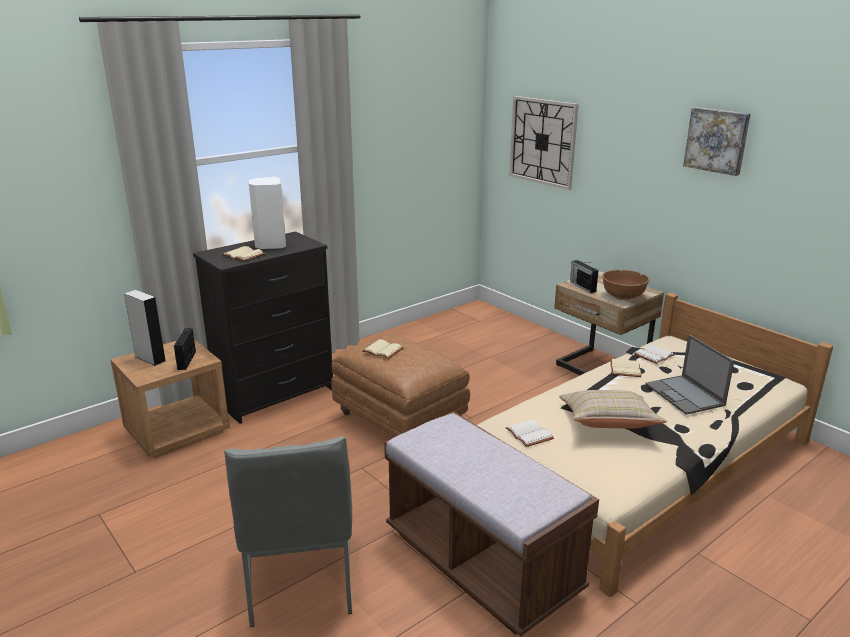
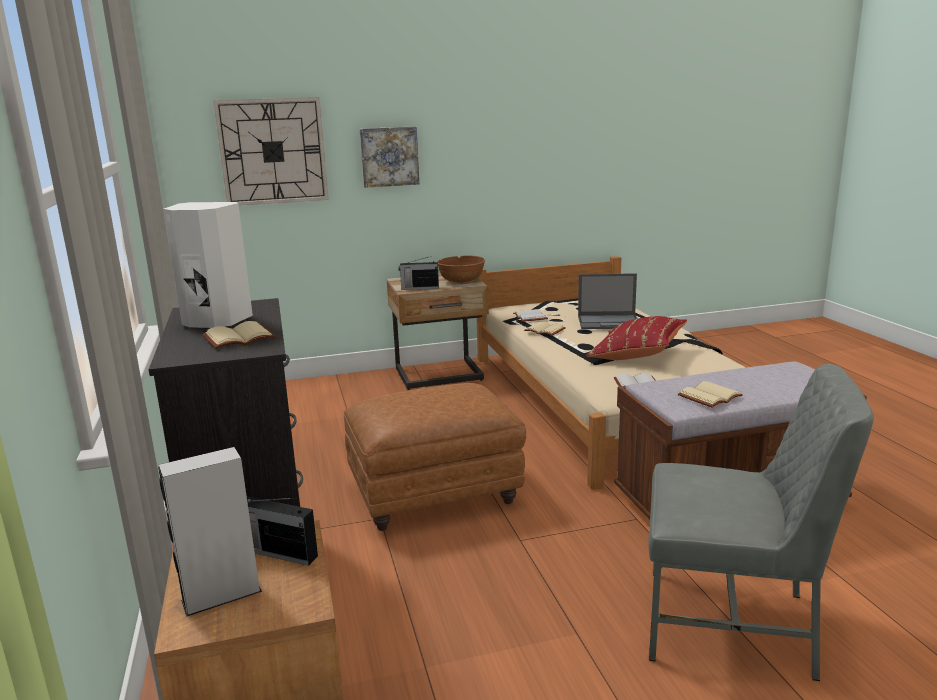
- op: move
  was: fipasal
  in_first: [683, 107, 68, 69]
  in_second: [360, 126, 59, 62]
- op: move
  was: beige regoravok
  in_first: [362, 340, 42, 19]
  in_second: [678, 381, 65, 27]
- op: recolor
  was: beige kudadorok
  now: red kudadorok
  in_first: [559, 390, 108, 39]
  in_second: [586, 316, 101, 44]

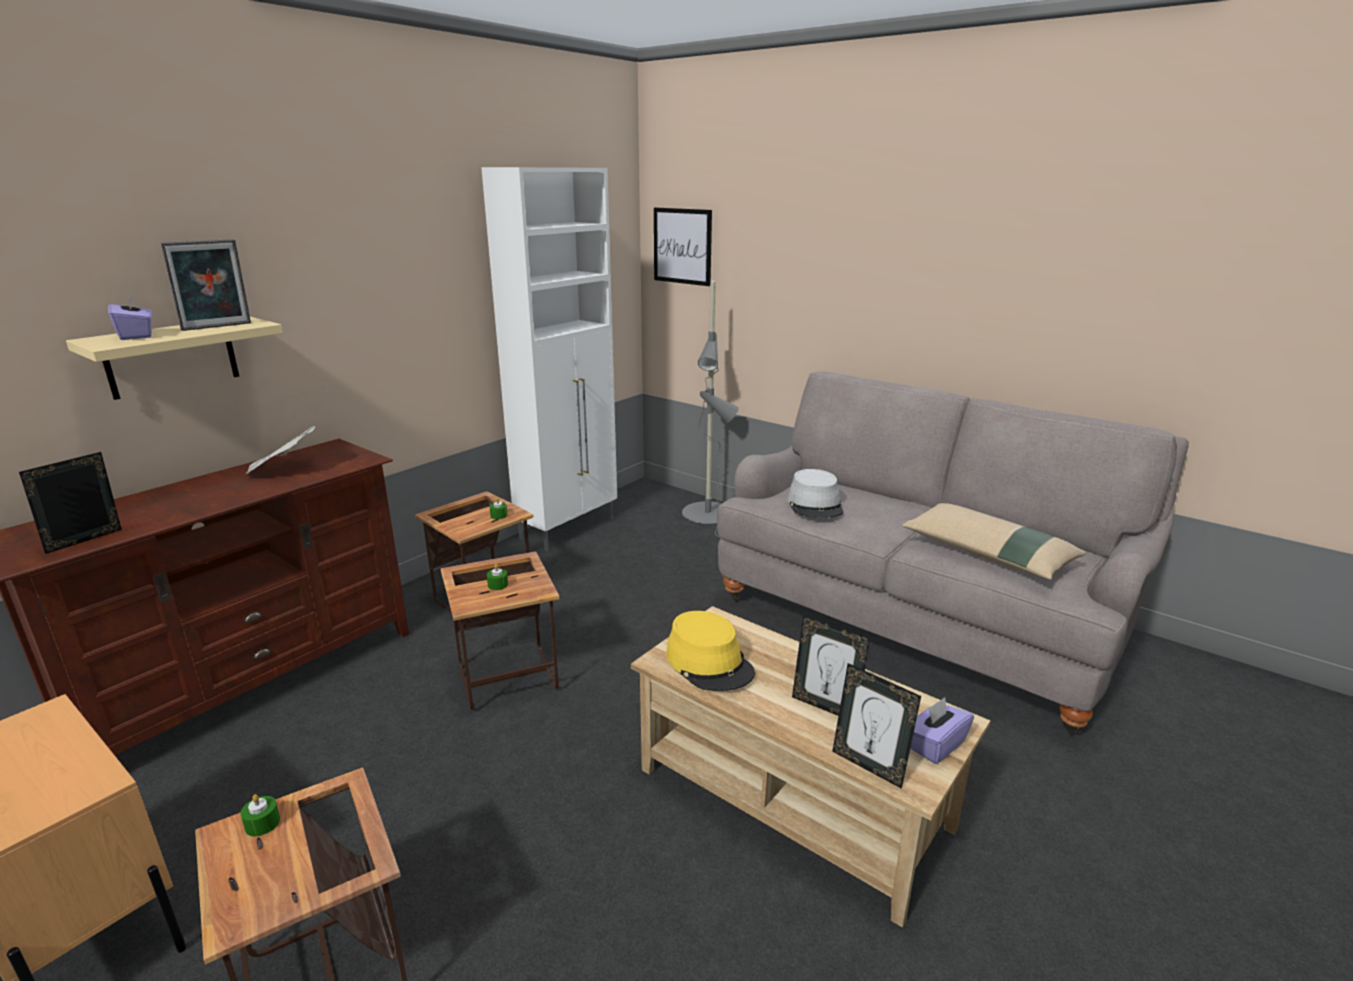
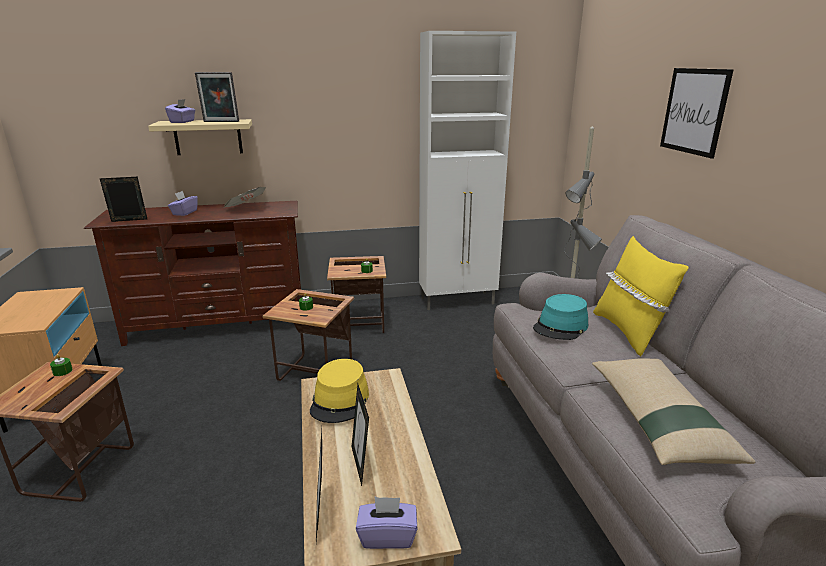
- op: move
  was: fipasal
  in_first: [654, 208, 58, 78]
  in_second: [660, 68, 74, 91]
- op: recolor
  was: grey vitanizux
  now: turquoise vitanizux
  in_first: [788, 469, 55, 49]
  in_second: [533, 294, 55, 46]
- op: insert
  now: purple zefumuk
  in_second: [168, 191, 30, 25]
- op: insert
  now: yellow kudadorok
  in_second: [593, 236, 96, 120]

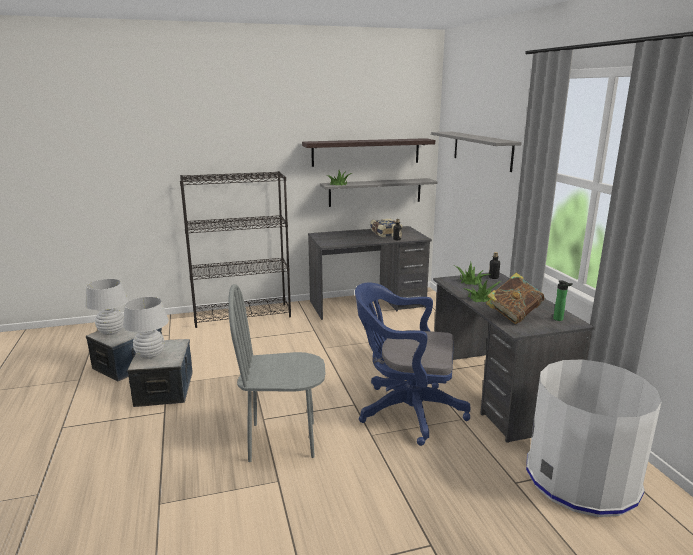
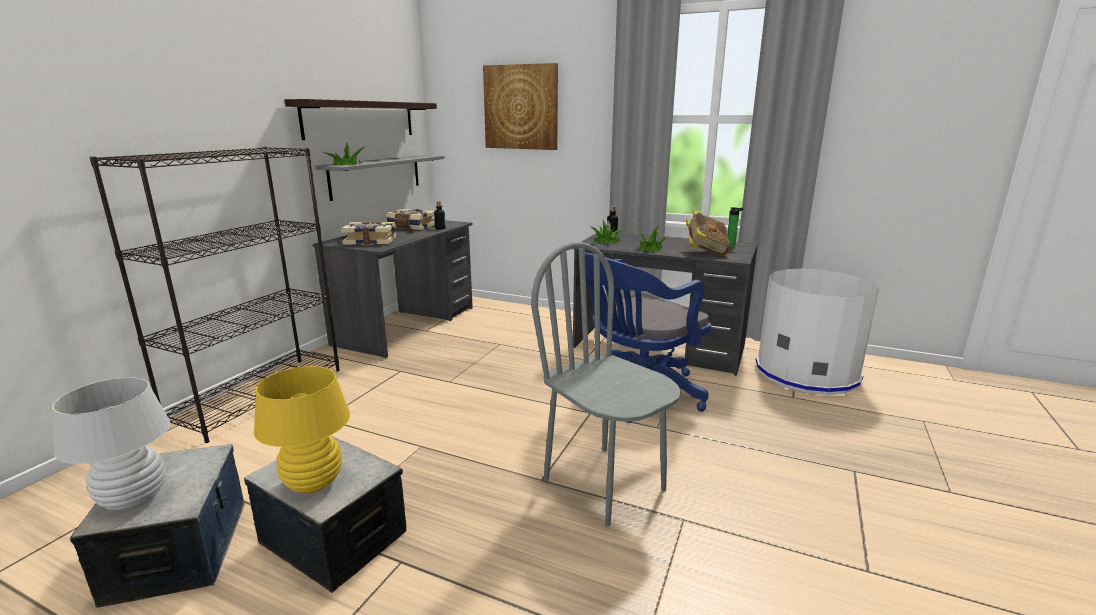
- op: replace
  was: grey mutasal
  now: fipasal
  in_first: [431, 132, 91, 40]
  in_second: [483, 63, 75, 87]
- op: rotate
  was: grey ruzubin
  in_first: [228, 284, 98, 178]
  in_second: [531, 242, 150, 284]
  clockwise: 105
- op: recolor
  was: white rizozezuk
  now: yellow rizozezuk
  in_first: [123, 297, 46, 62]
  in_second: [254, 366, 96, 127]
- op: insert
  now: regoravok
  in_second: [341, 221, 55, 24]

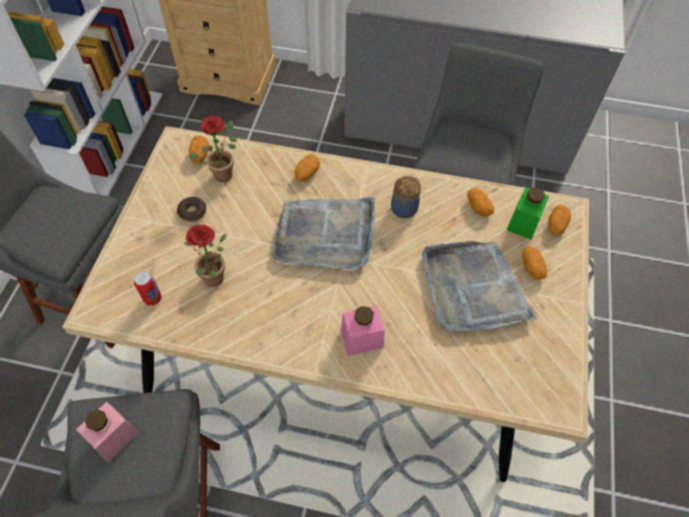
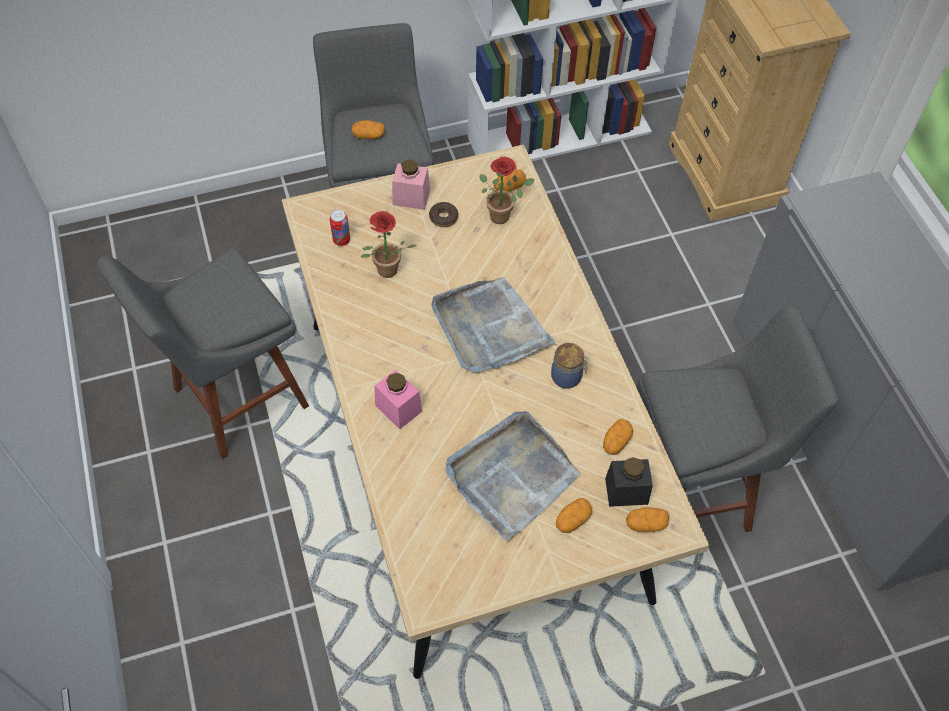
- op: move
  was: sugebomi
  in_first: [294, 154, 26, 28]
  in_second: [351, 120, 34, 19]
- op: recolor
  was: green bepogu
  now: black bepogu
  in_first: [507, 187, 42, 53]
  in_second: [605, 457, 48, 50]
- op: move
  was: pink bepogu
  in_first: [76, 402, 63, 60]
  in_second: [392, 159, 38, 51]

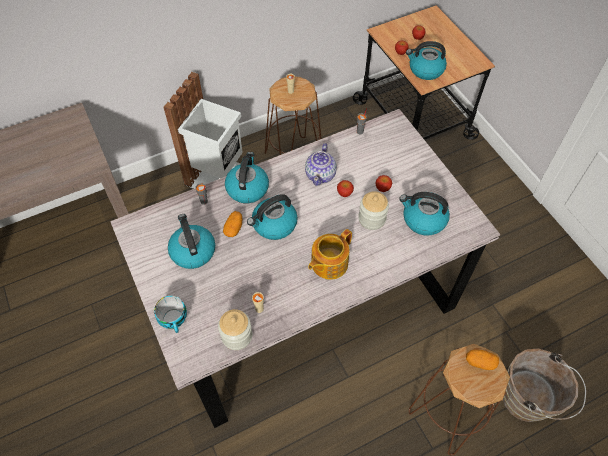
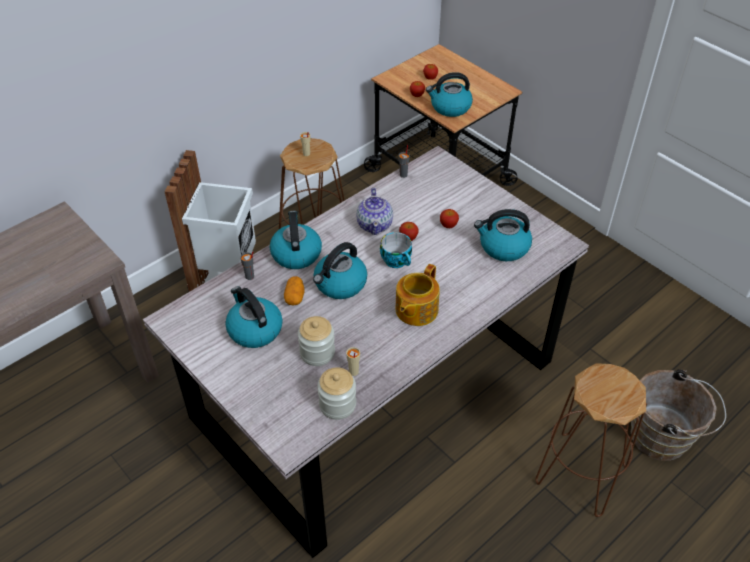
- op: move
  was: bepogu
  in_first: [358, 191, 31, 39]
  in_second: [298, 316, 37, 50]
- op: move
  was: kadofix
  in_first: [154, 296, 33, 37]
  in_second: [380, 232, 32, 36]
- op: delete
  was: sugebomi
  in_first: [466, 350, 33, 20]

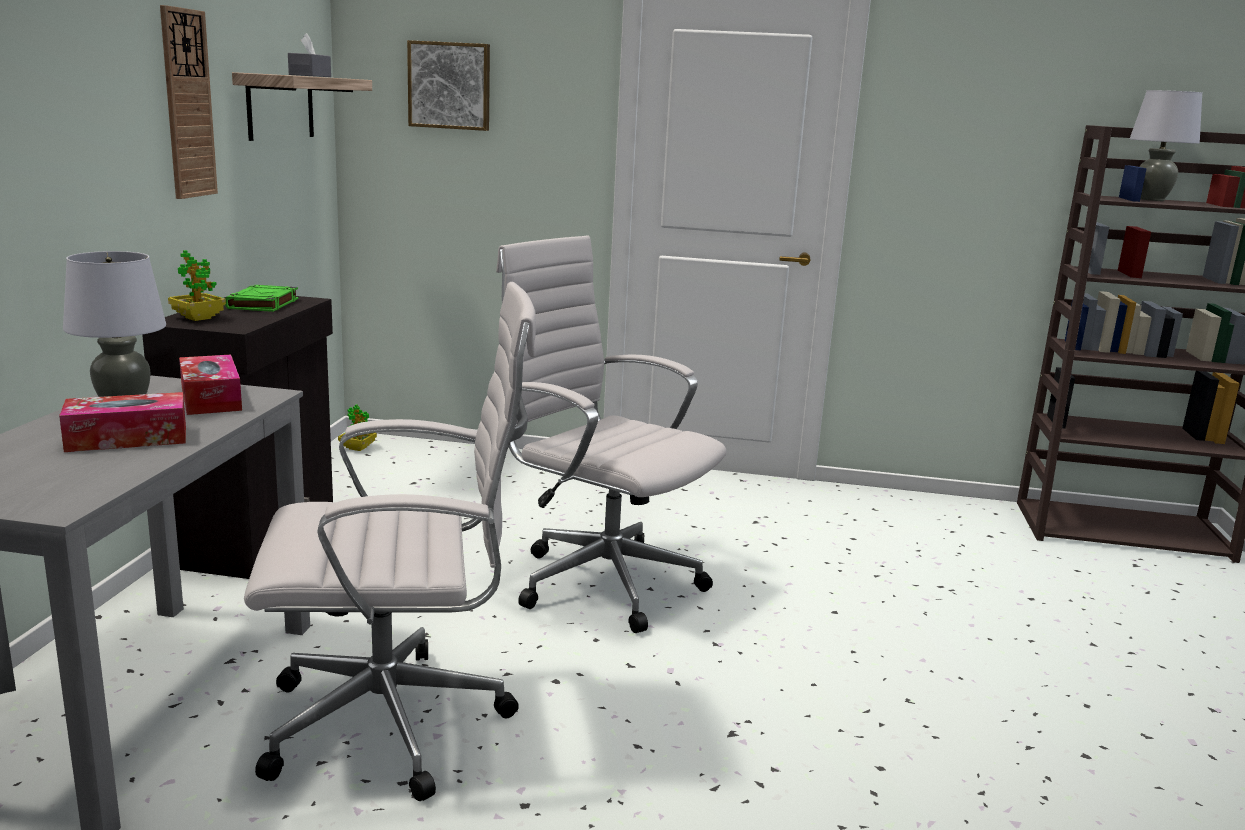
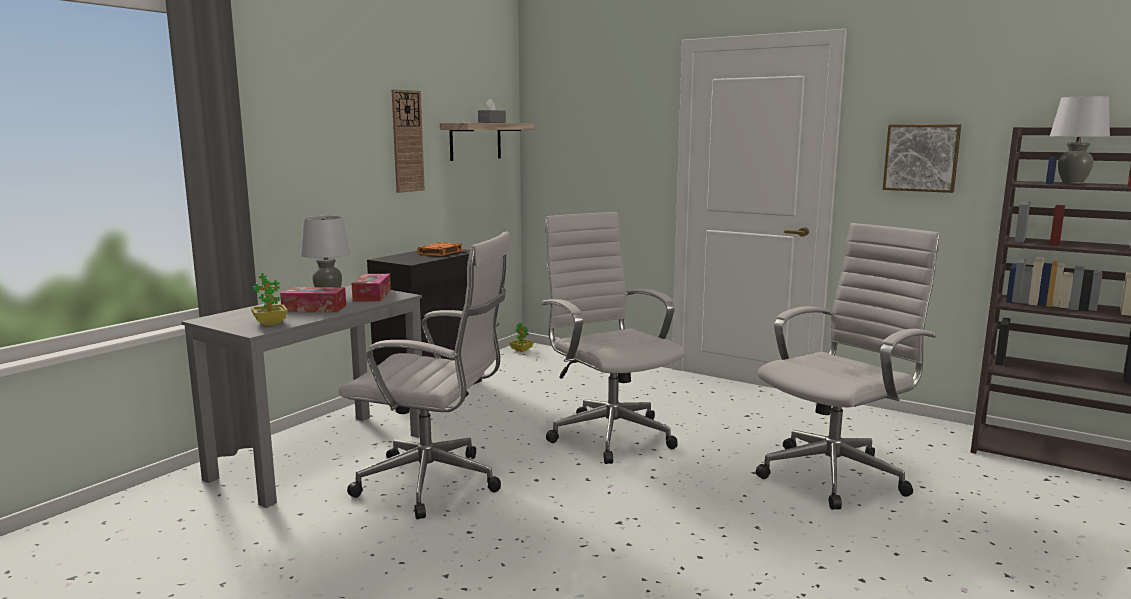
- op: move
  was: fipasal
  in_first: [407, 40, 83, 91]
  in_second: [883, 124, 78, 69]
- op: move
  was: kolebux
  in_first: [168, 250, 58, 71]
  in_second: [251, 273, 37, 53]
- op: recolor
  was: green regoravok
  now: orange regoravok
  in_first: [225, 285, 74, 27]
  in_second: [417, 242, 46, 14]
- op: insert
  now: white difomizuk
  in_second: [756, 223, 184, 287]

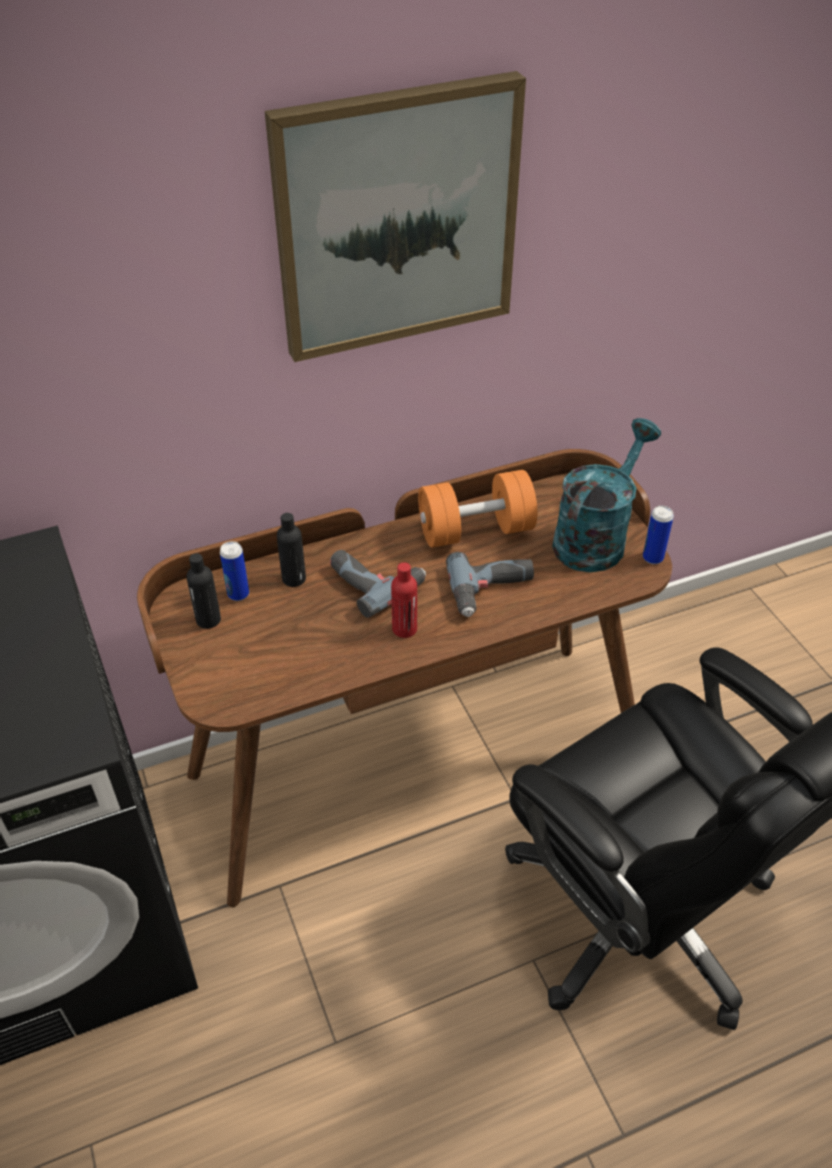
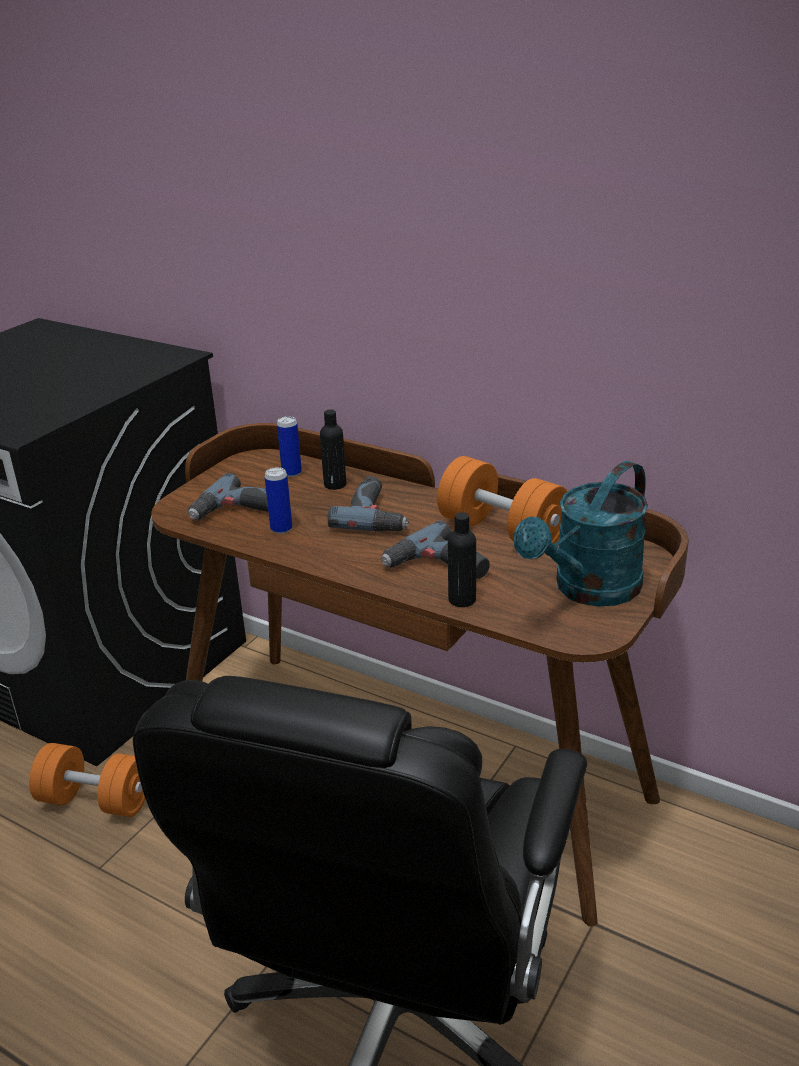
- op: delete
  was: fipasal
  in_first: [265, 71, 261, 291]
- op: rotate
  was: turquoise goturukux
  in_first: [552, 418, 109, 154]
  in_second: [513, 461, 135, 145]
  clockwise: 135
- op: move
  was: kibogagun
  in_first: [643, 506, 31, 58]
  in_second: [264, 467, 28, 67]
- op: move
  was: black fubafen
  in_first: [186, 553, 35, 76]
  in_second: [448, 512, 28, 95]
- op: delete
  was: red fubafen
  in_first: [391, 562, 26, 76]
- op: insert
  now: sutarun
  in_second: [188, 473, 80, 47]
- op: insert
  now: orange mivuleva
  in_second: [29, 743, 116, 74]

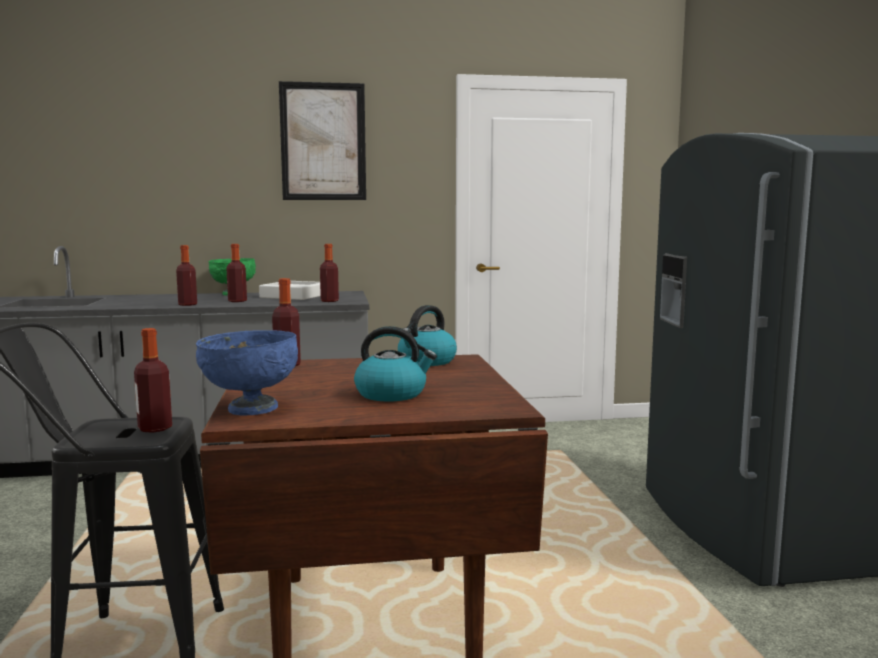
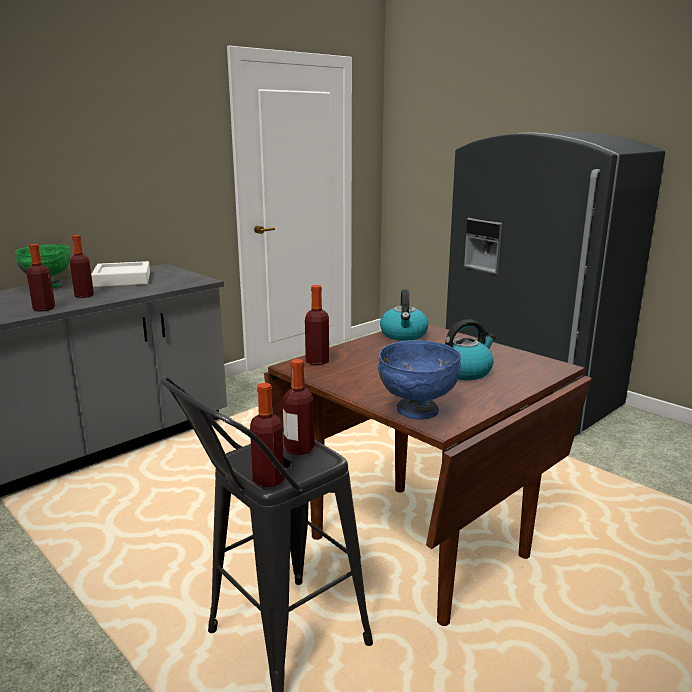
- op: delete
  was: fipasal
  in_first: [279, 81, 87, 119]
- op: move
  was: fubafen
  in_first: [320, 244, 19, 58]
  in_second: [250, 383, 34, 104]

